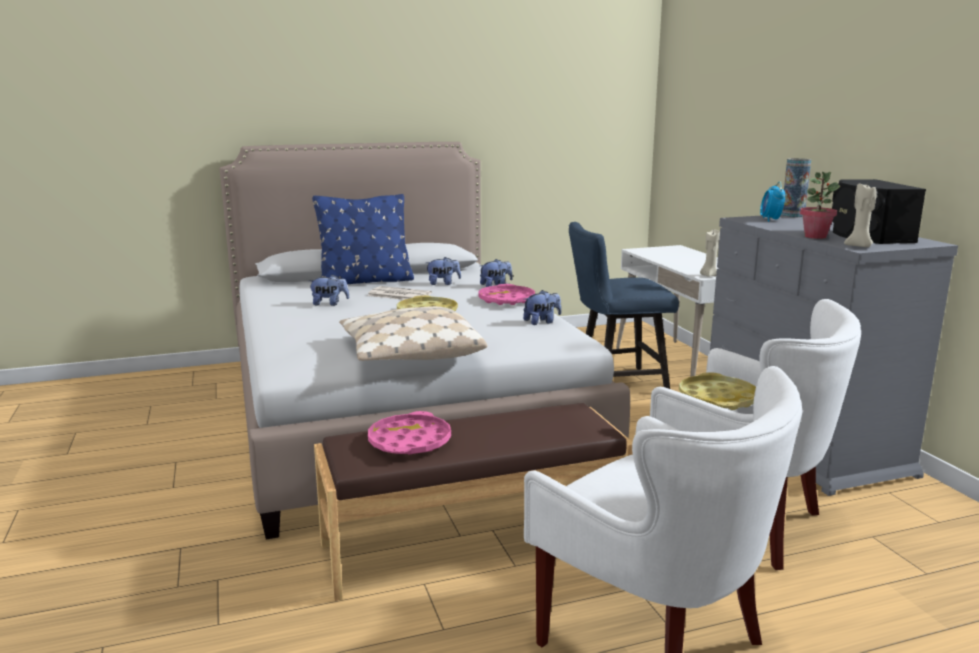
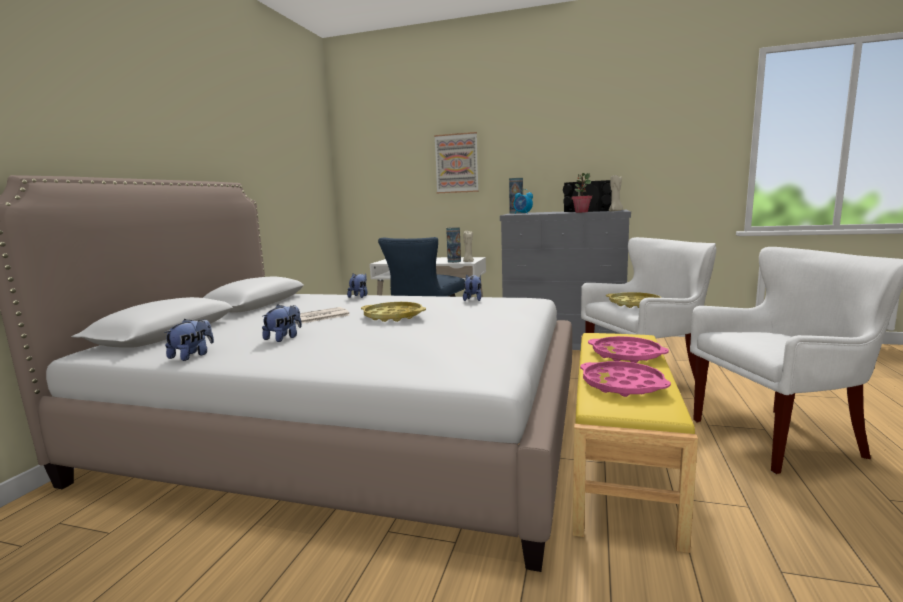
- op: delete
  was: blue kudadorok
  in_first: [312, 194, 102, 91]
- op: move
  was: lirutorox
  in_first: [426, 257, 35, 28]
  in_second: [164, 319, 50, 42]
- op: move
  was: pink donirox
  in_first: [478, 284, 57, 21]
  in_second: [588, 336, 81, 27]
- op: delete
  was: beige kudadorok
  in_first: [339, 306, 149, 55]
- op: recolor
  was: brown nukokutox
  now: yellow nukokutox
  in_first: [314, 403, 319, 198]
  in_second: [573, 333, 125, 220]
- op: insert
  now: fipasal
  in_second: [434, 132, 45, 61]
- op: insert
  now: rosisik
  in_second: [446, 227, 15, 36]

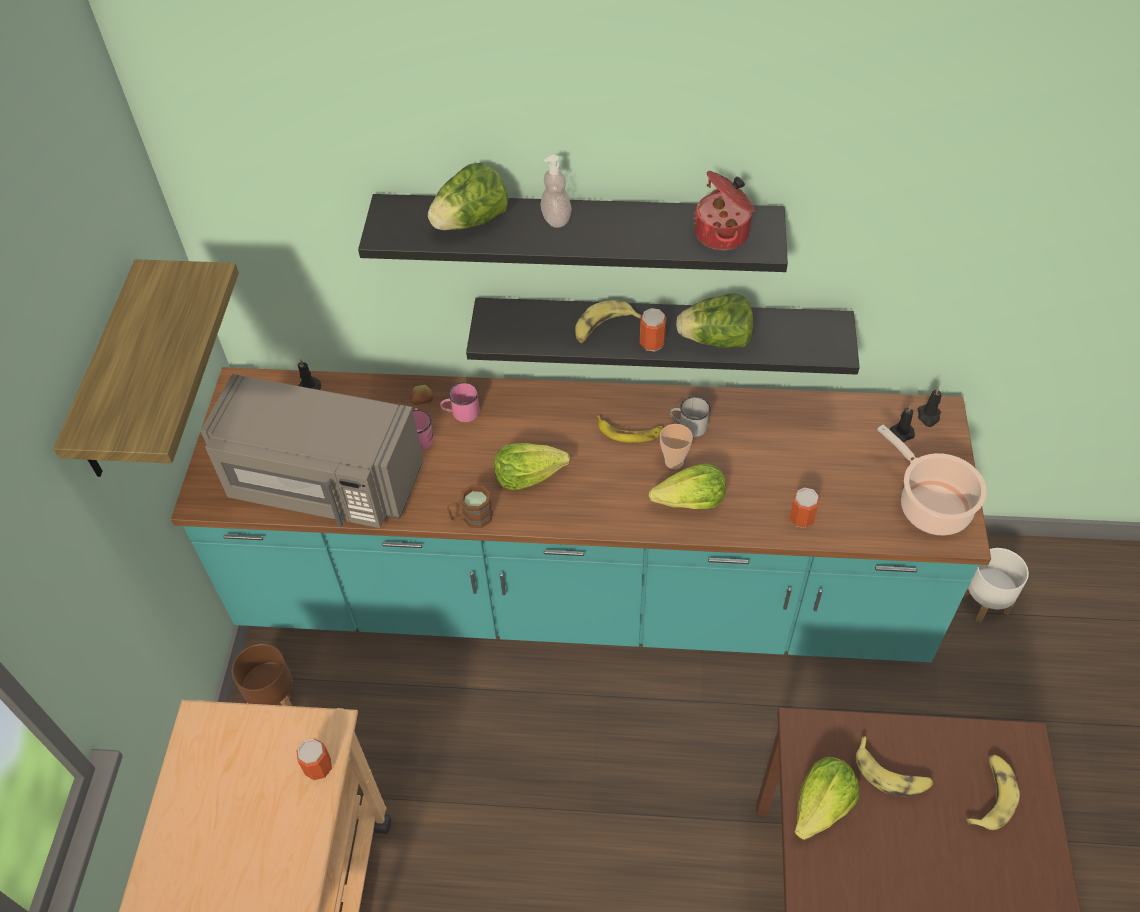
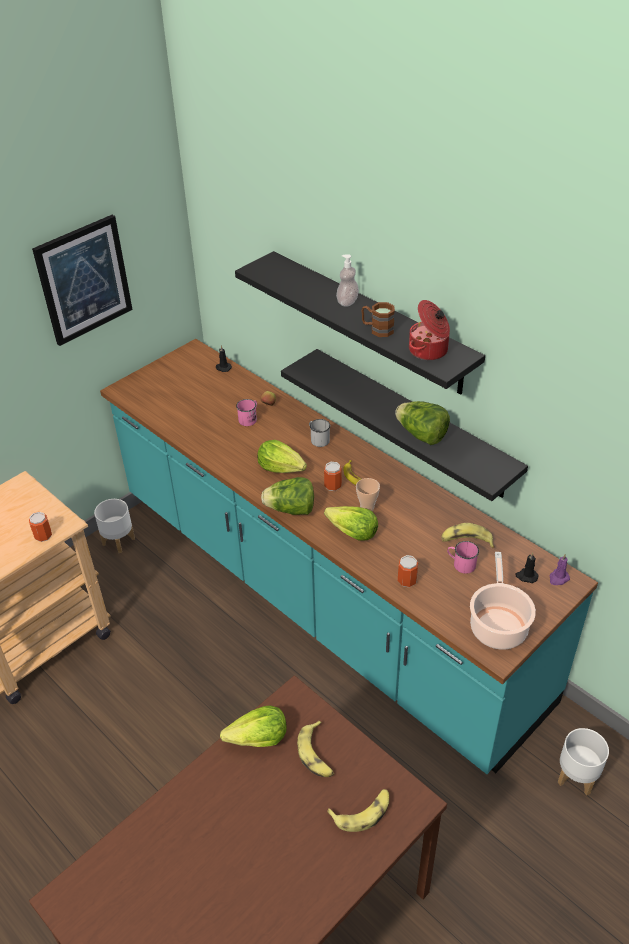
- op: move
  was: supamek
  in_first: [428, 163, 81, 67]
  in_second: [261, 477, 53, 38]
- op: replace
  was: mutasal
  now: fipasal
  in_first: [53, 259, 186, 218]
  in_second: [32, 215, 101, 131]
- op: move
  was: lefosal
  in_first: [575, 300, 67, 43]
  in_second: [441, 523, 53, 25]
- op: move
  was: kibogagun
  in_first: [640, 308, 27, 44]
  in_second: [324, 462, 18, 29]
- op: delete
  was: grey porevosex
  in_first: [200, 374, 223, 154]
- op: move
  was: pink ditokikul
  in_first: [440, 382, 40, 40]
  in_second: [447, 541, 32, 33]
- op: recolor
  was: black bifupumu
  now: purple bifupumu
  in_first: [918, 387, 23, 40]
  in_second: [549, 554, 21, 31]
- op: move
  was: white ditokikul
  in_first: [670, 397, 41, 40]
  in_second: [309, 419, 21, 28]
- op: move
  was: brown ditokikul
  in_first: [447, 485, 46, 43]
  in_second: [361, 302, 34, 35]
- op: recolor
  was: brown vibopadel
  now: white vibopadel
  in_first: [232, 644, 61, 62]
  in_second: [94, 499, 41, 54]

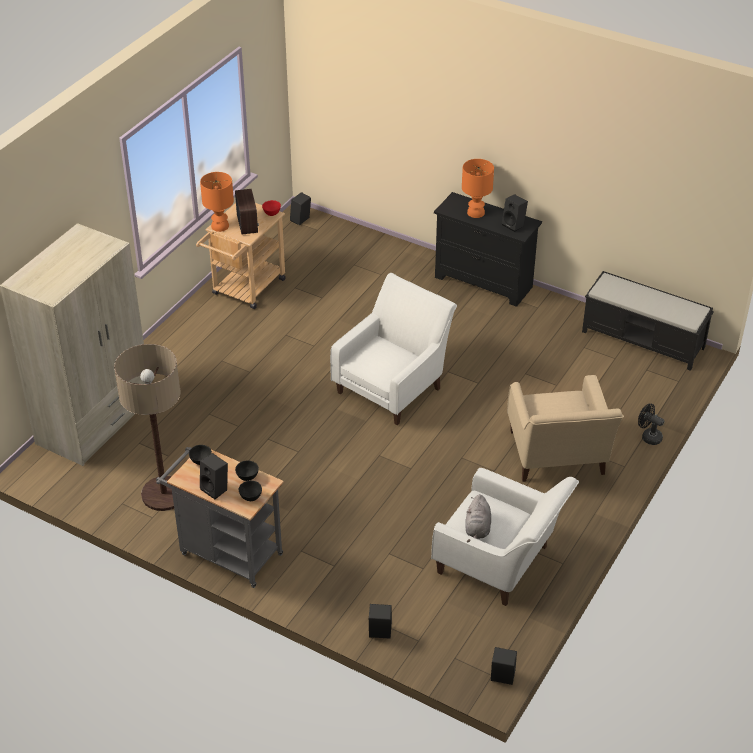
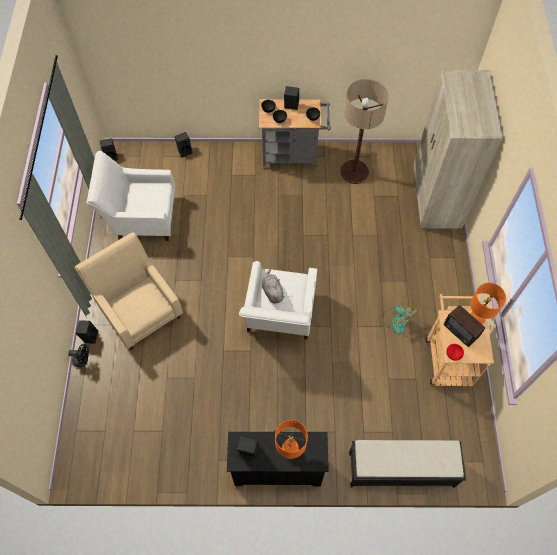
- op: move
  was: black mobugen
  in_first: [290, 192, 21, 33]
  in_second: [76, 320, 22, 24]
- op: move
  was: black nukokutox
  in_first: [582, 271, 132, 100]
  in_second: [349, 440, 117, 48]
- op: move
  was: grey lirutorox
  in_first: [465, 494, 26, 48]
  in_second: [262, 269, 23, 34]
- op: insert
  now: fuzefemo
  in_second: [380, 304, 38, 30]

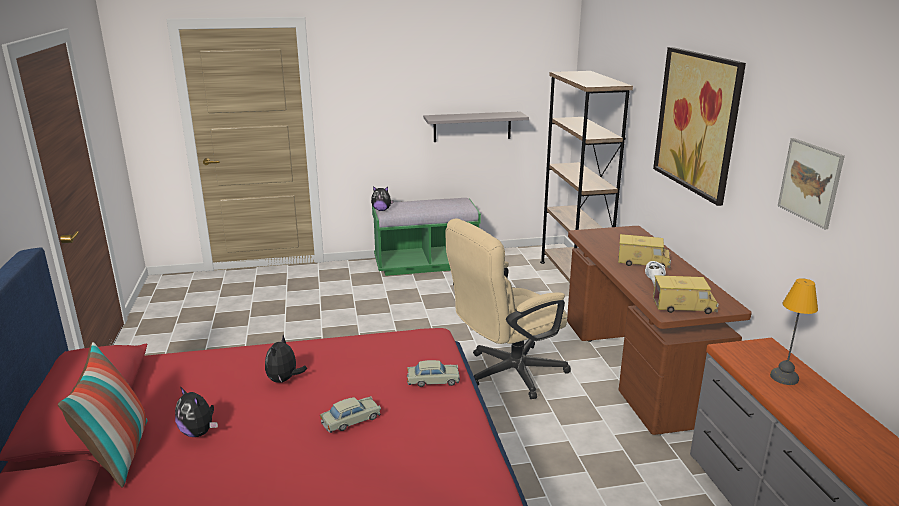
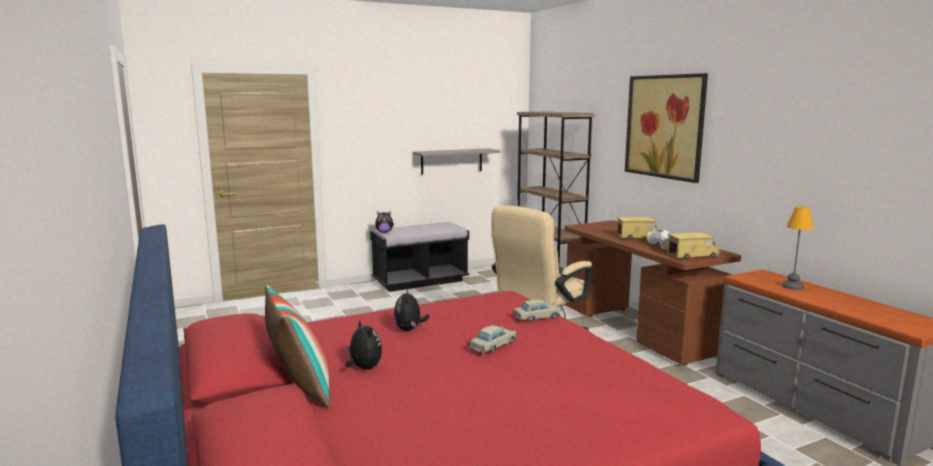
- op: delete
  was: fipasal
  in_first: [778, 138, 67, 91]
- op: recolor
  was: green nukokutox
  now: black nukokutox
  in_first: [372, 198, 109, 78]
  in_second: [370, 222, 99, 70]
- op: rotate
  was: lirutorox
  in_first: [175, 387, 43, 50]
  in_second: [346, 320, 36, 49]
  clockwise: -150

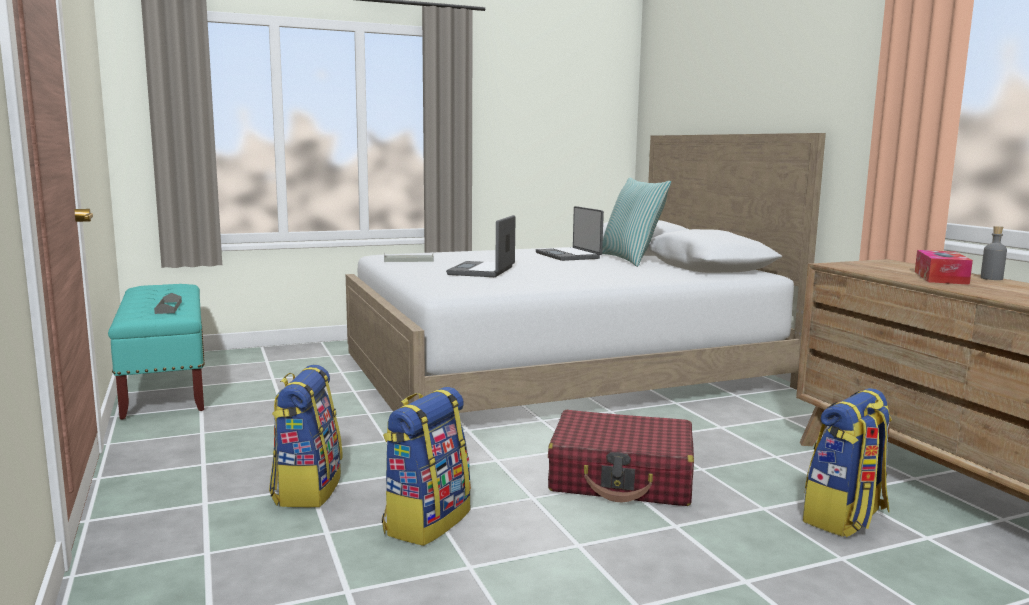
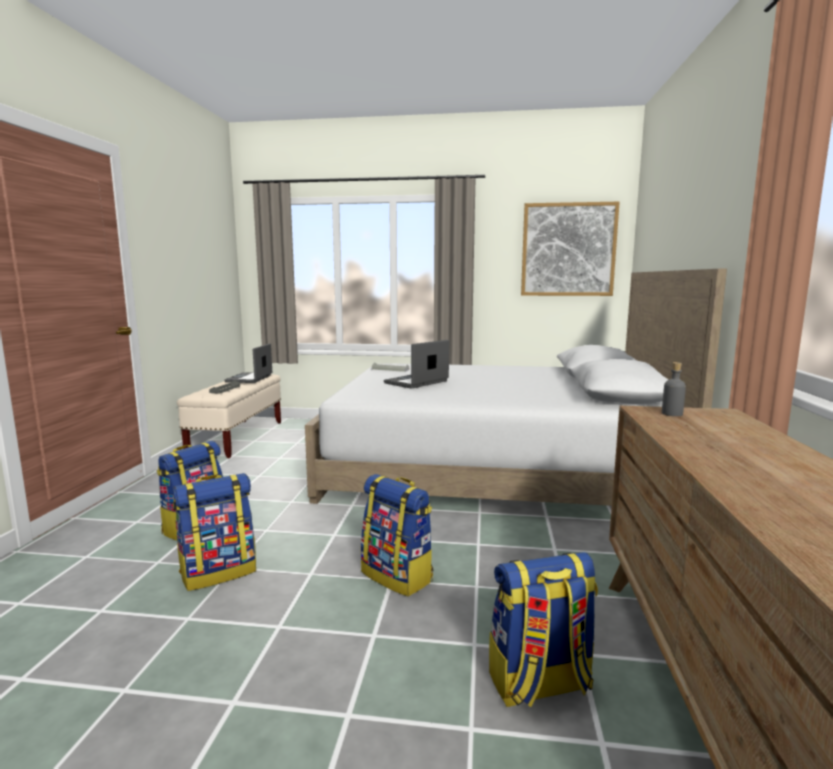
- op: delete
  was: kudadorok
  in_first: [602, 177, 69, 90]
- op: move
  was: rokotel
  in_first: [536, 206, 68, 55]
  in_second: [224, 344, 48, 39]
- op: move
  was: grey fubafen
  in_first: [981, 226, 26, 54]
  in_second: [662, 362, 24, 54]
- op: delete
  was: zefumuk
  in_first: [915, 250, 58, 35]
- op: recolor
  was: turquoise nukokutox
  now: beige nukokutox
  in_first: [108, 284, 97, 136]
  in_second: [177, 374, 104, 84]
- op: replace
  was: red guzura
  now: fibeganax
  in_first: [548, 410, 146, 96]
  in_second: [361, 474, 72, 123]
- op: insert
  now: fipasal
  in_second: [521, 202, 99, 94]

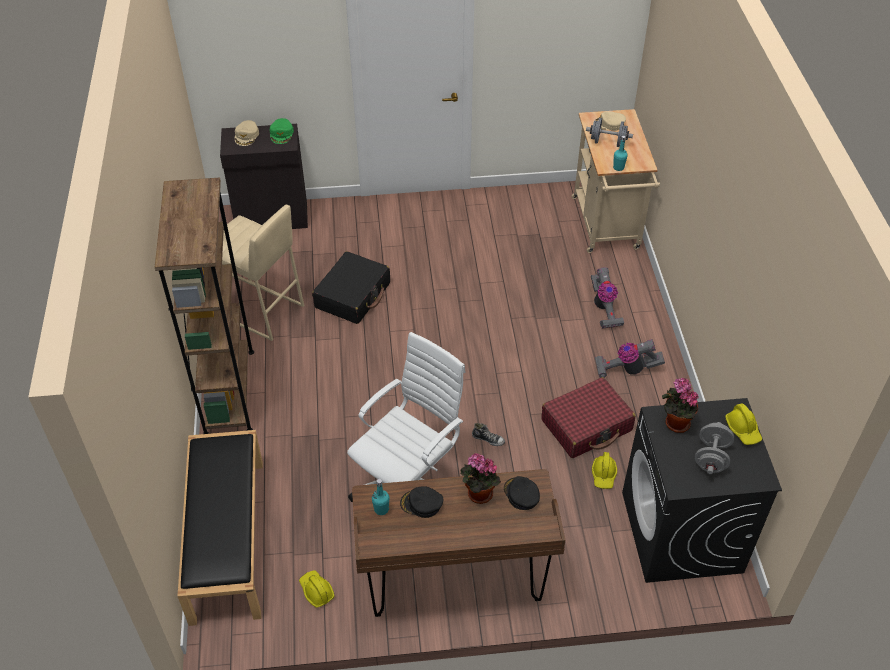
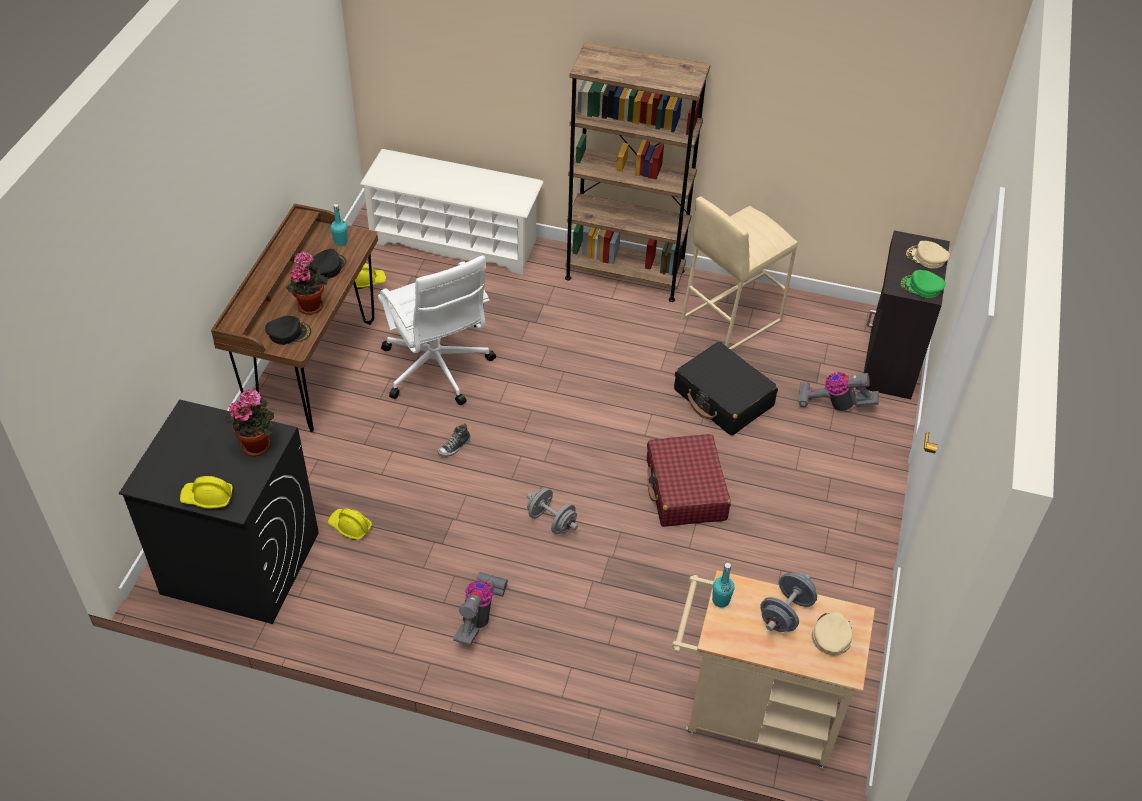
- op: move
  was: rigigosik
  in_first: [591, 267, 33, 62]
  in_second: [798, 372, 81, 39]
- op: move
  was: red guzura
  in_first: [541, 377, 94, 81]
  in_second: [647, 434, 84, 93]
- op: move
  was: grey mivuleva
  in_first: [695, 422, 39, 52]
  in_second: [526, 488, 52, 46]
- op: replace
  was: black nukokutox
  now: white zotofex
  in_first: [177, 430, 86, 196]
  in_second: [360, 149, 183, 126]

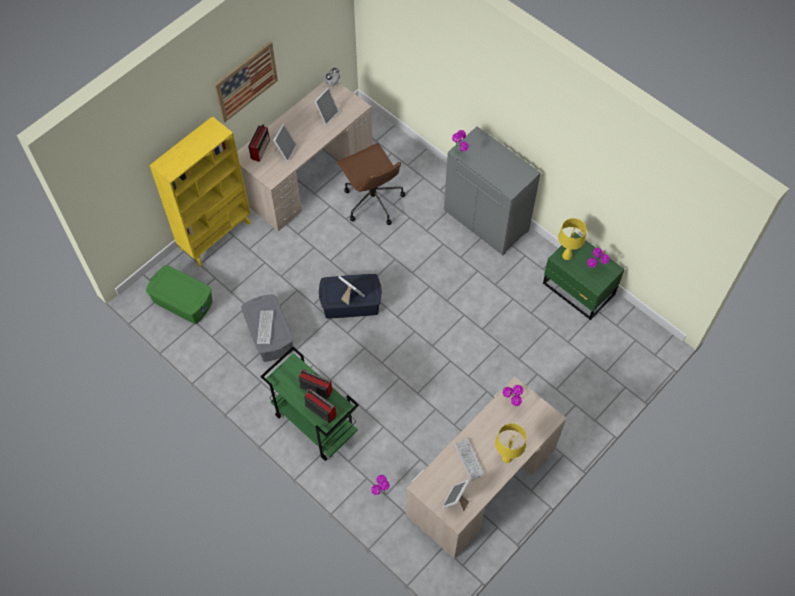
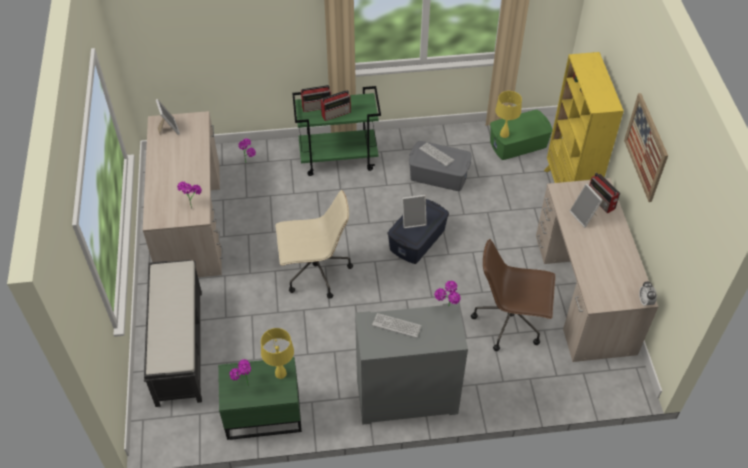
- op: delete
  was: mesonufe
  in_first: [314, 87, 25, 38]
- op: move
  was: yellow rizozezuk
  in_first: [495, 424, 31, 39]
  in_second: [495, 91, 27, 47]
- op: move
  was: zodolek
  in_first: [454, 438, 30, 43]
  in_second: [372, 313, 50, 25]
- op: insert
  now: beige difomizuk
  in_second: [276, 190, 77, 109]
- op: insert
  now: black nukokutox
  in_second: [144, 260, 58, 147]

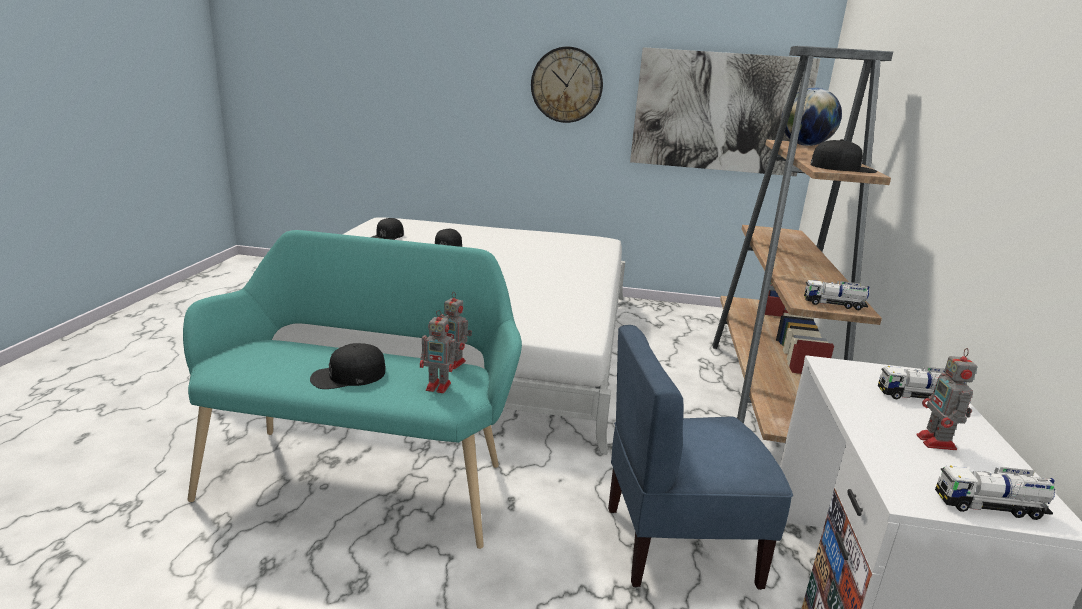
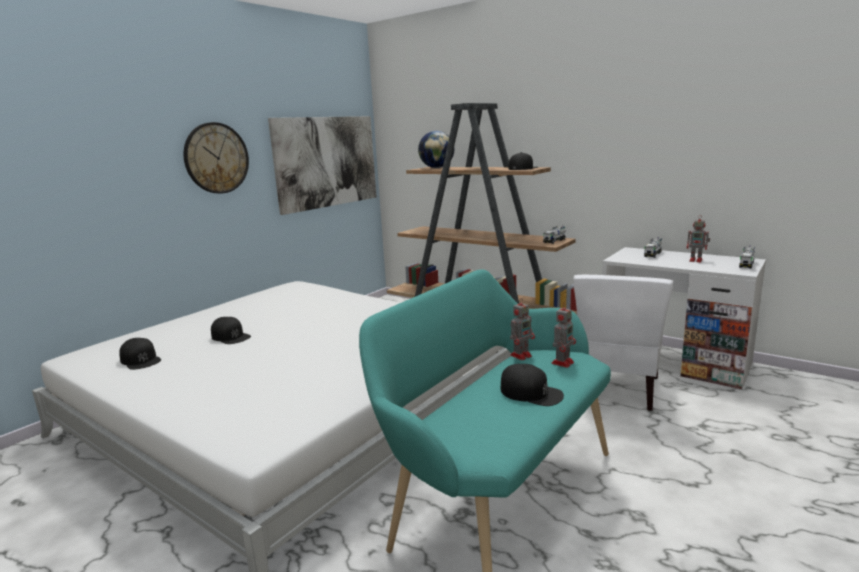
- op: recolor
  was: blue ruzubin
  now: white ruzubin
  in_first: [608, 325, 185, 265]
  in_second: [574, 275, 99, 136]
- op: rotate
  was: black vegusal
  in_first: [310, 343, 76, 46]
  in_second: [501, 364, 63, 42]
  clockwise: -60

